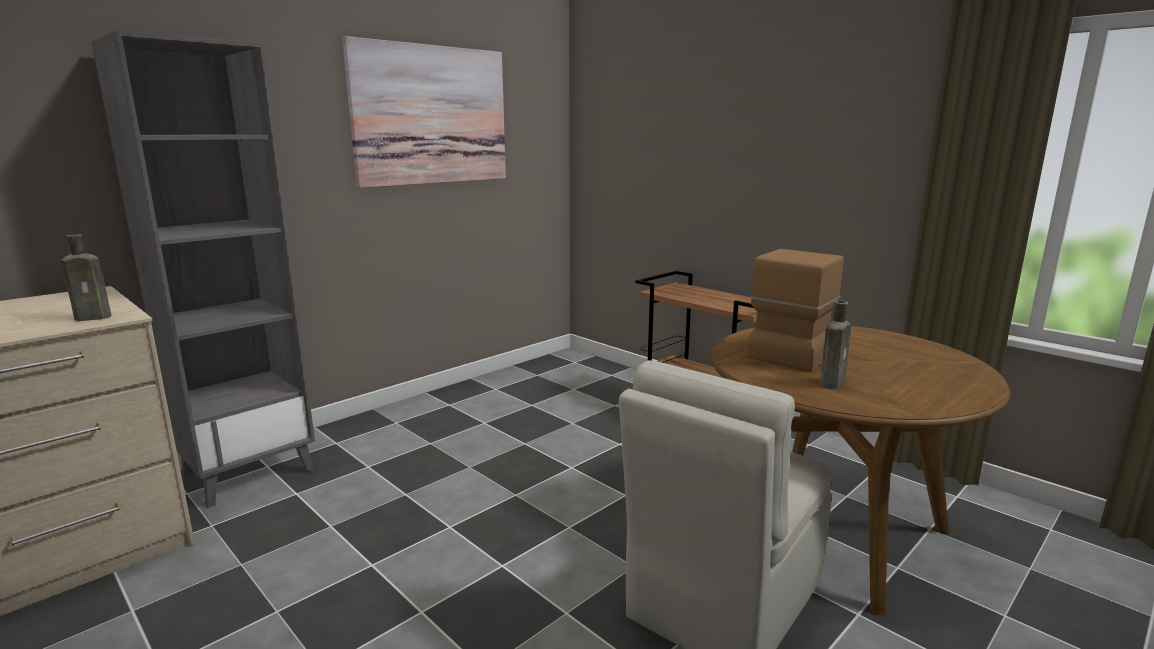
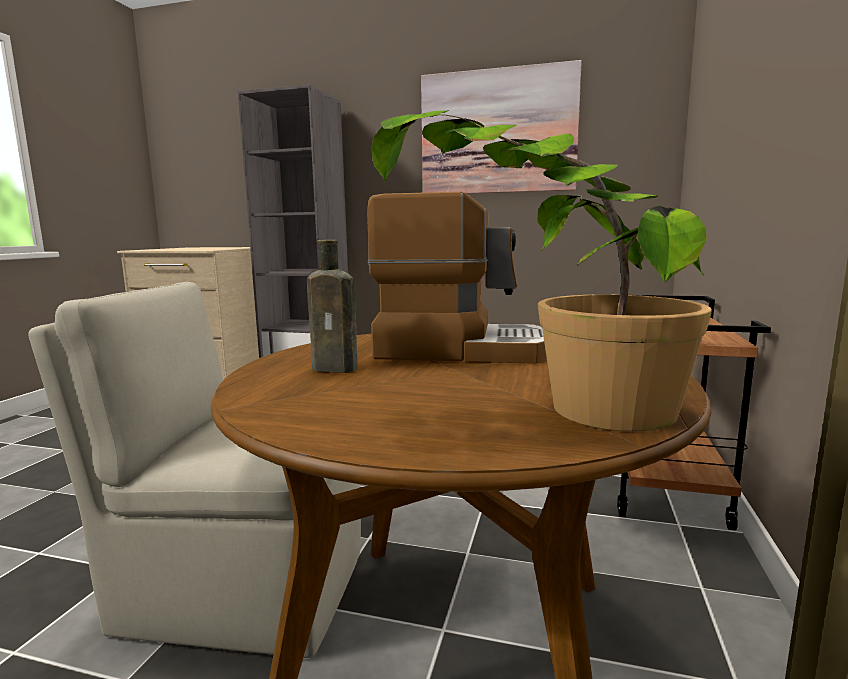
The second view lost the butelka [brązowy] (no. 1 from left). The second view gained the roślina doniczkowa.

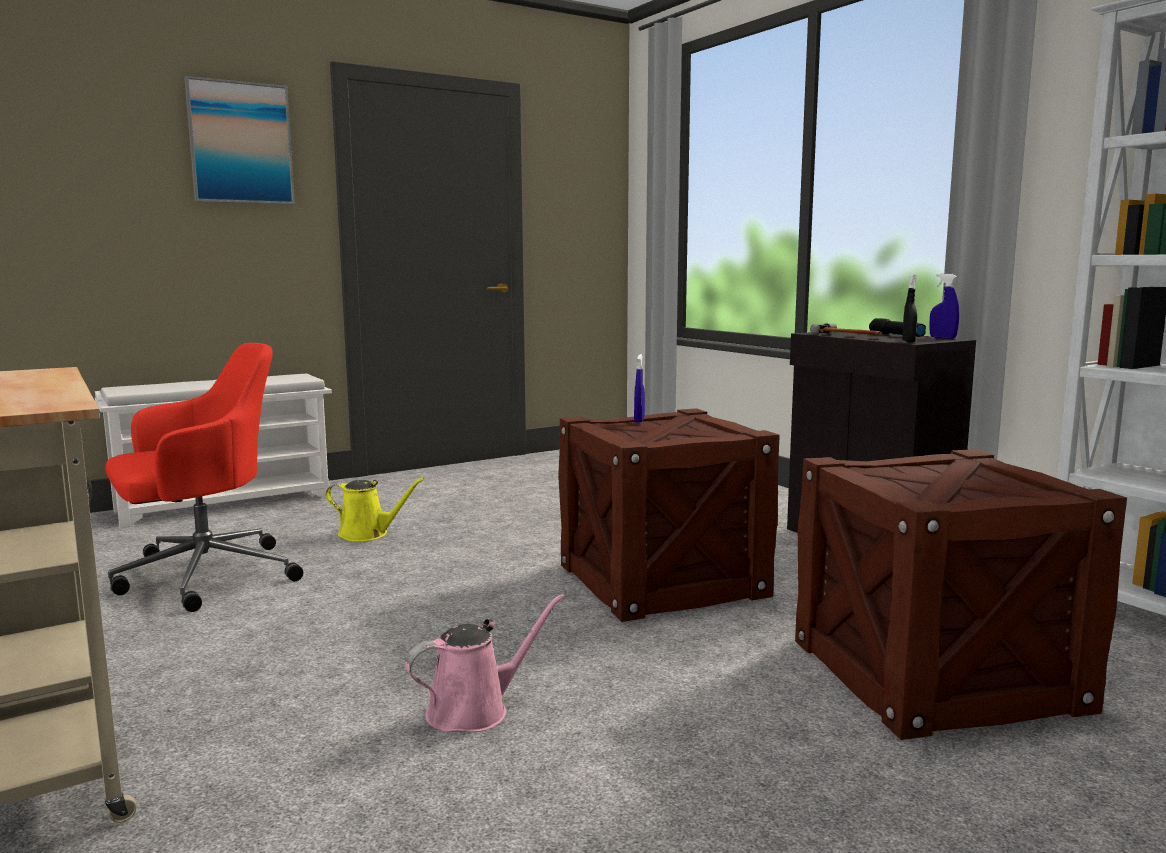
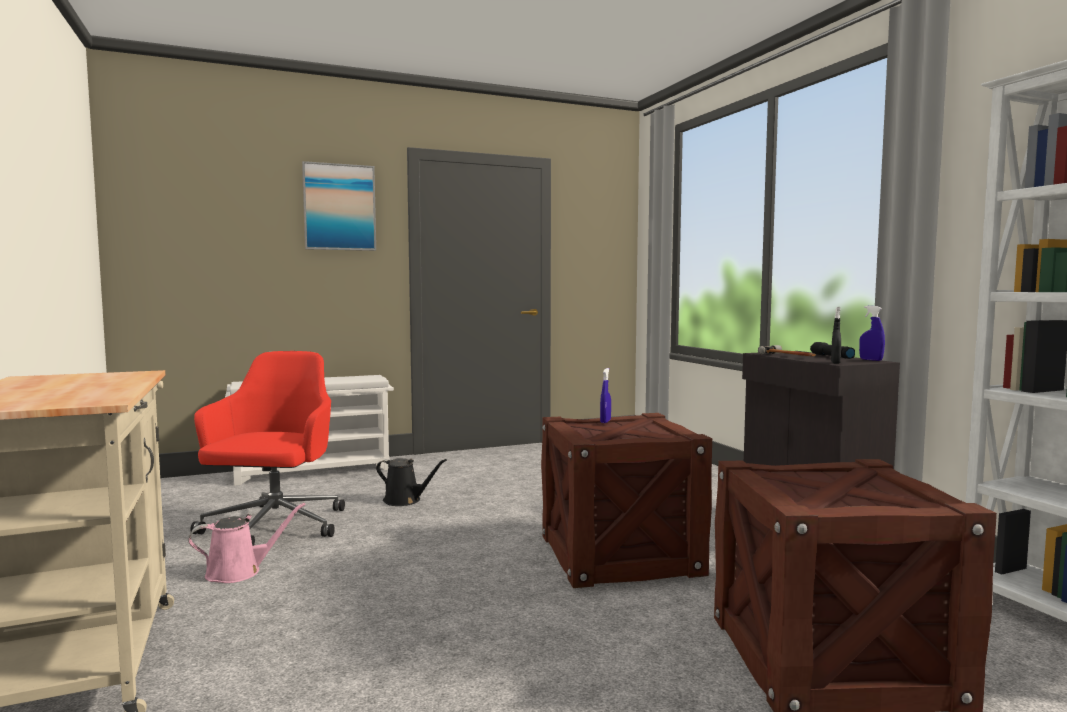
The krzesło biurowe [czerwony] ended up facing another way, 60 degrees counterclockwise from before. What was the konewka [żółty] turned into the konewka [czarny]. The konewka [różowy] ended up elsewhere.

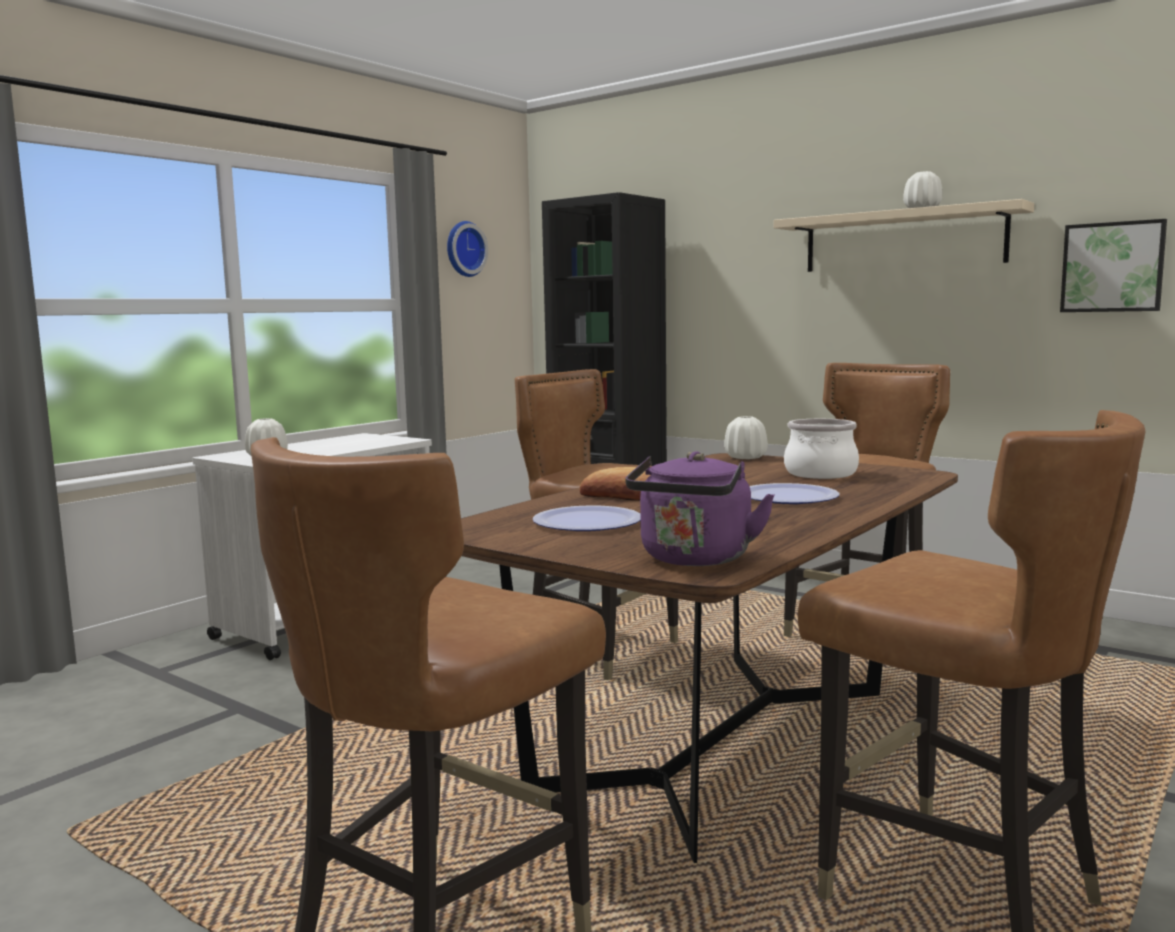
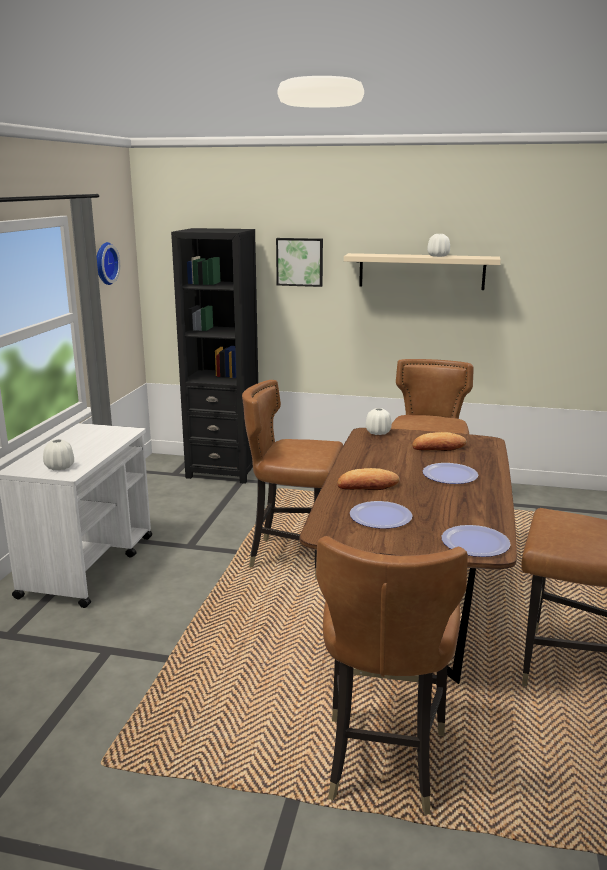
The obraz ended up elsewhere. Where the garnek stood, the chleb (no. 2 from left) came to stand. Where the czajnik [fioletowy] stood, the talerz (no. 3 from left) came to stand.

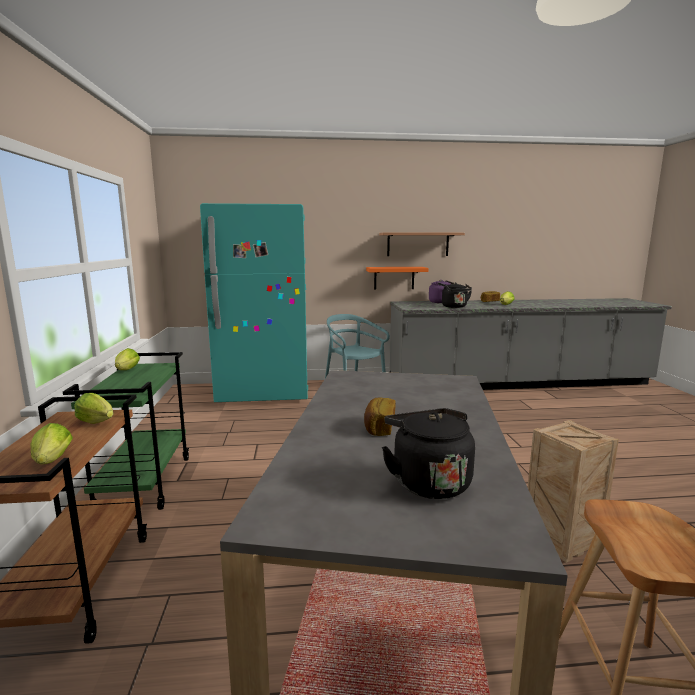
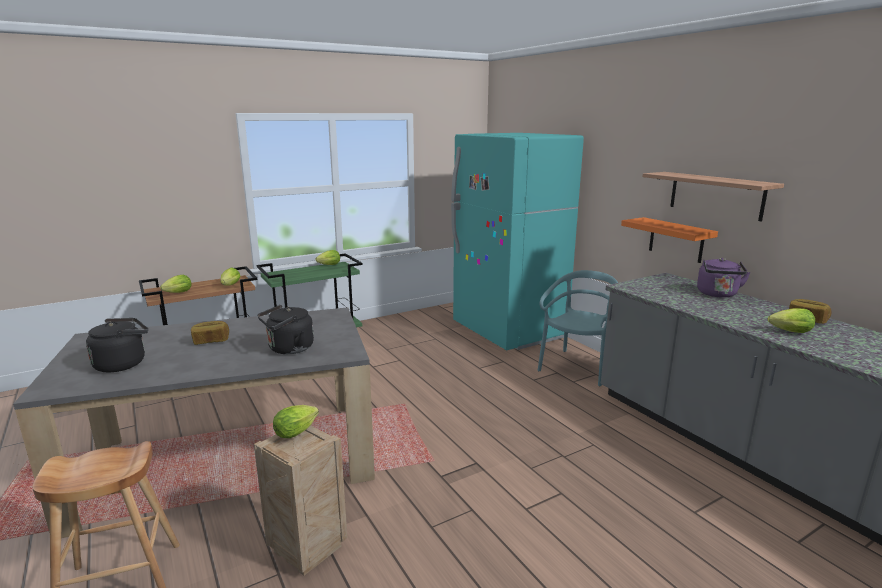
The czajnik [czarny] (no. 2 from left) ended up elsewhere. The second view gained the sałata (no. 3 from left).

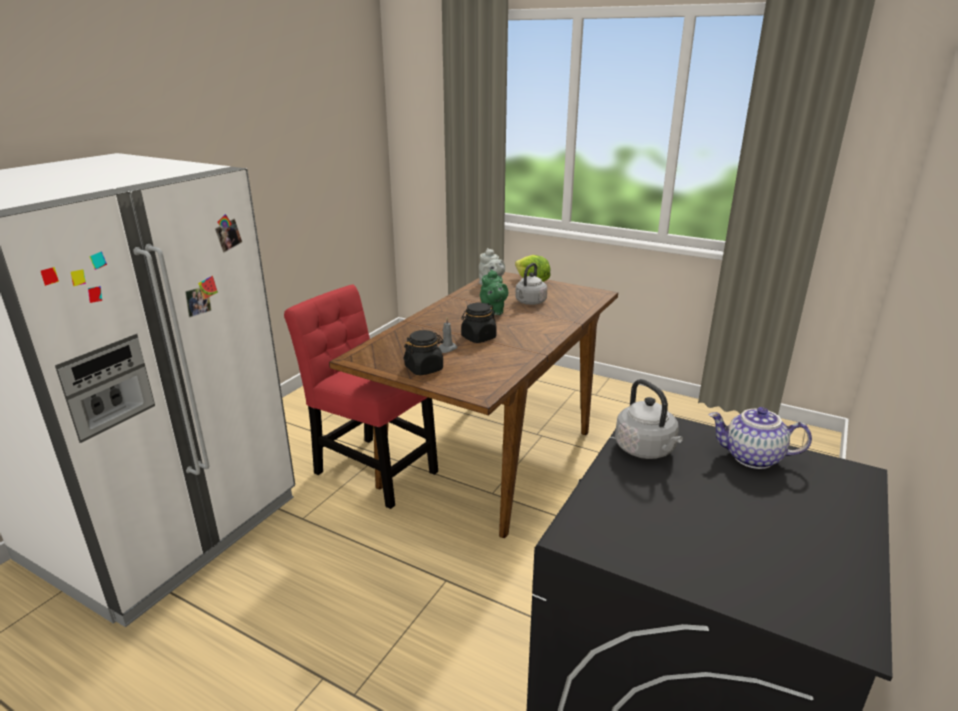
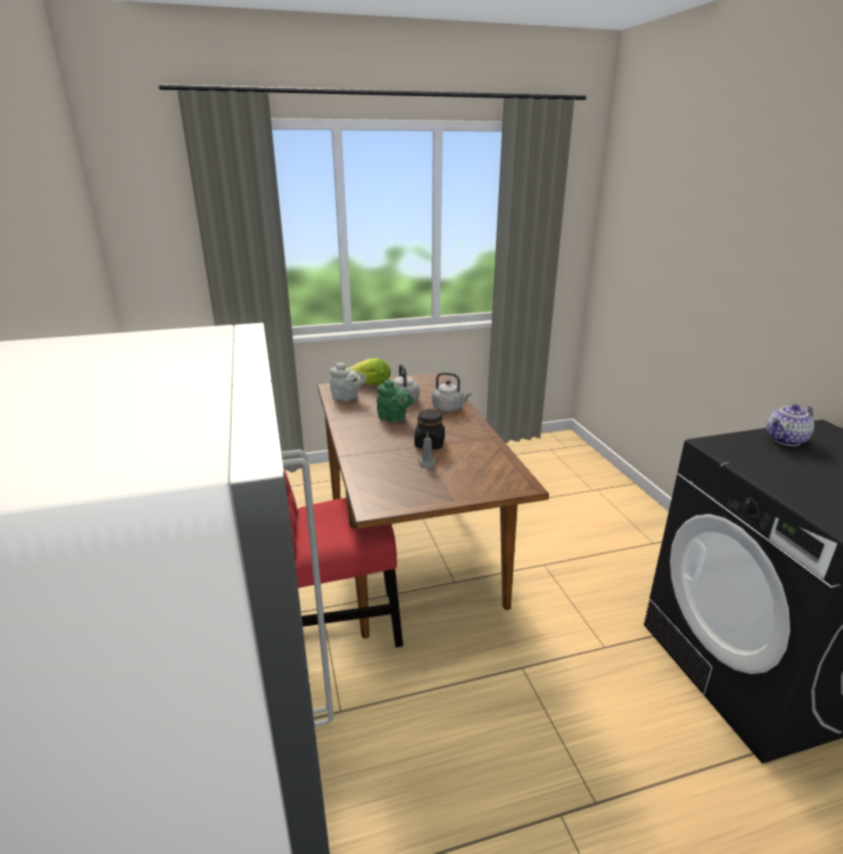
The second view lost the słoik [czarny] (no. 1 from left). The czajnik [szary] (no. 2 from left) ended up elsewhere.

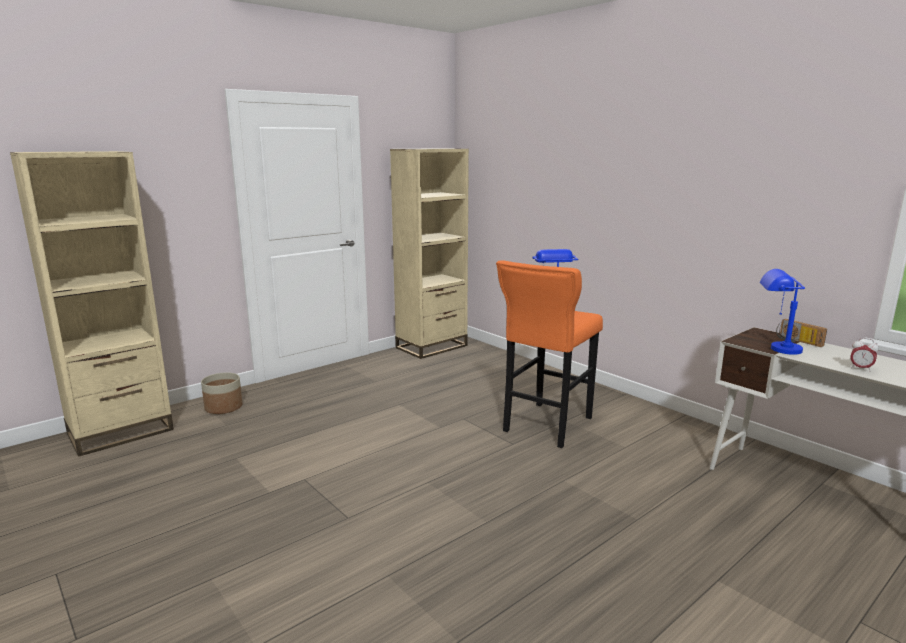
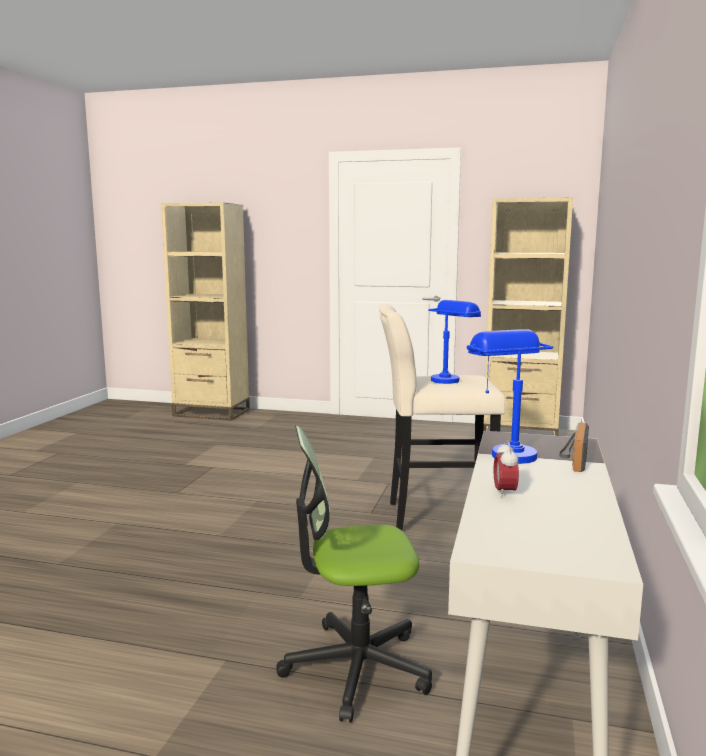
What was the stołek [pomarańczowy] turned into the stołek [beżowy]. The second view lost the donica. The second view gained the krzesło biurowe.

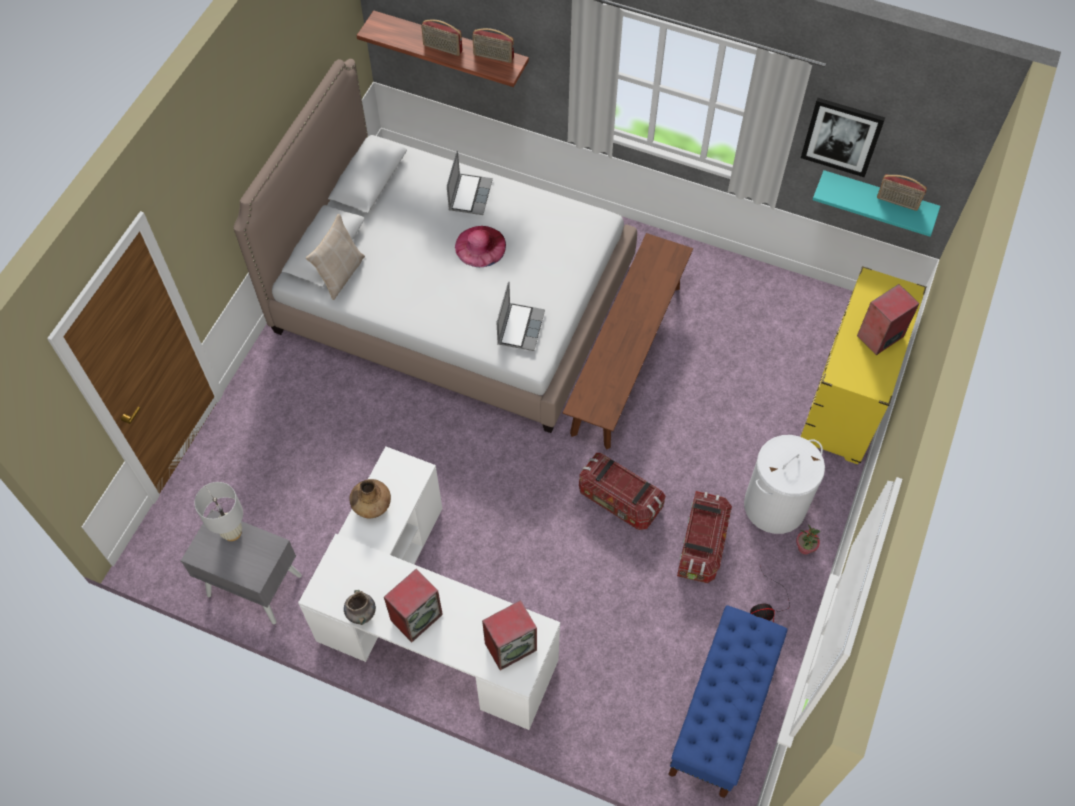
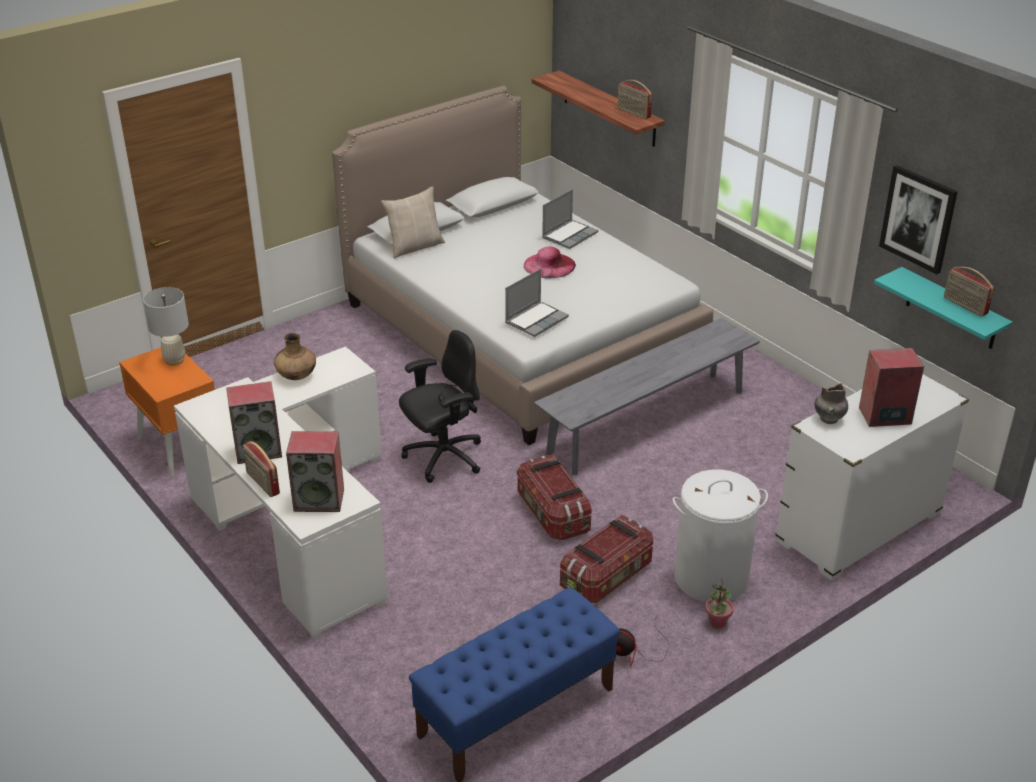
The radio (no. 1 from left) ended up elsewhere. What was the ławka [brązowy] turned into the ławka [szary]. What was the komoda [żółty] turned into the komoda [biały]. What was the szafka nocna [szary] turned into the szafka nocna [pomarańczowy]. The wazon [szary] ended up elsewhere. The second view gained the krzesło biurowe [czarny].

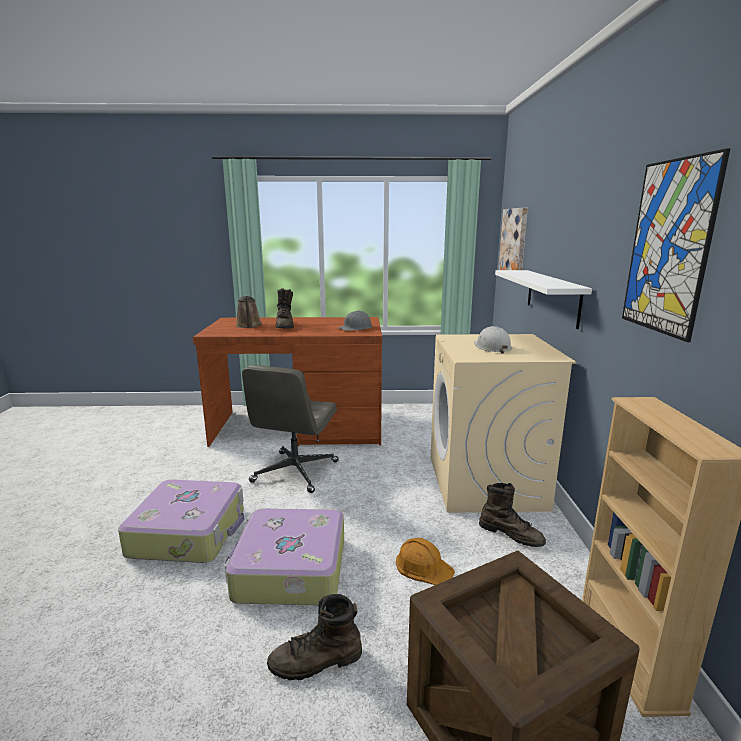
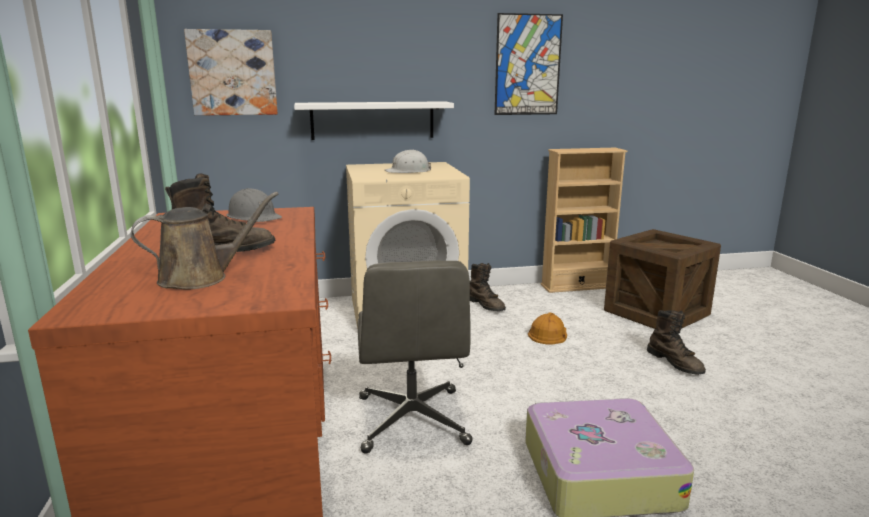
The krzesło biurowe [szary] ended up facing another way, 75 degrees clockwise from before. The but z cholewką [brązowy] (no. 3 from left in the first image) ended up facing another way, 120 degrees clockwise from before. The second view lost the walizka (no. 2 from left).

